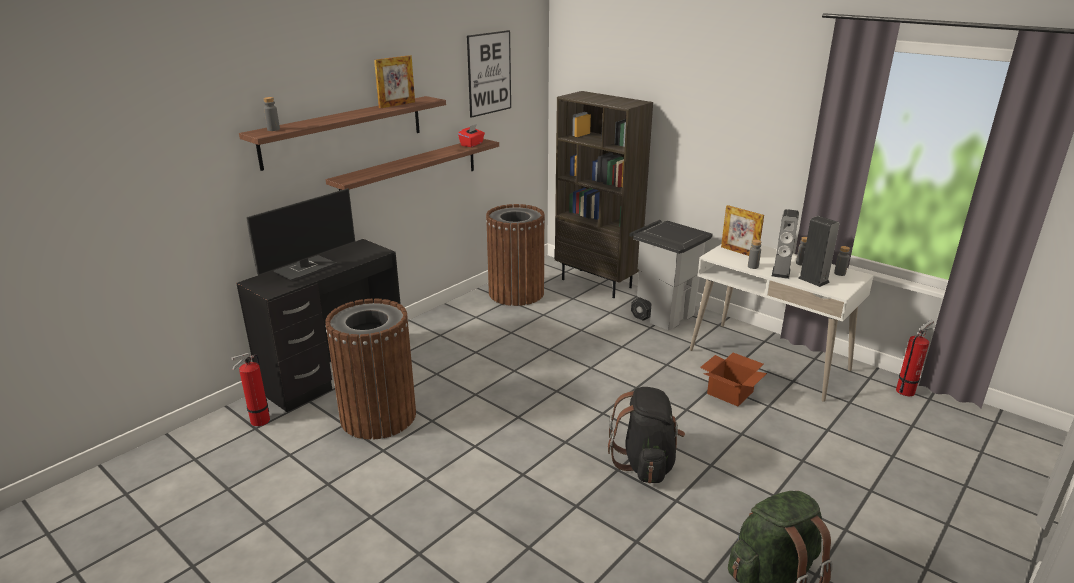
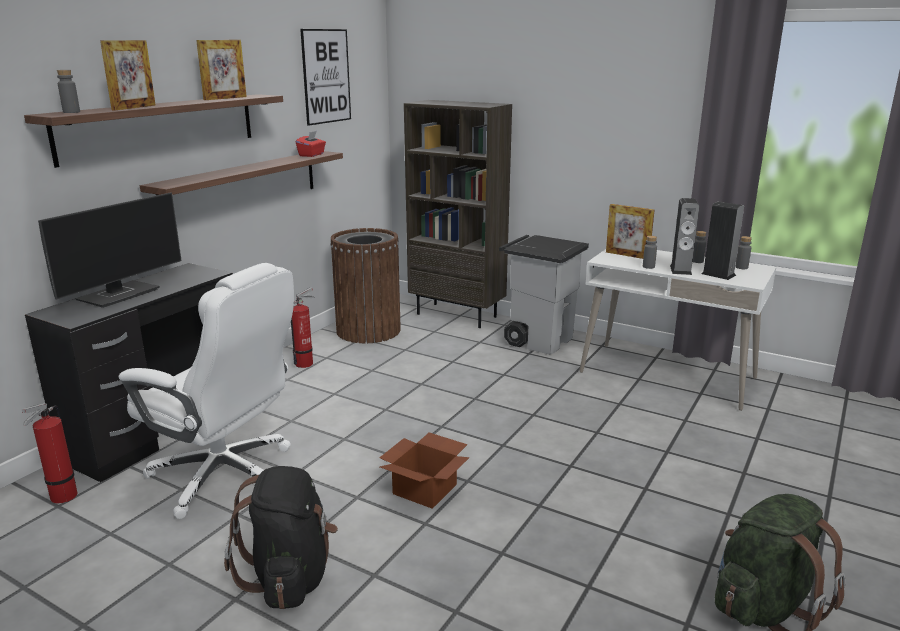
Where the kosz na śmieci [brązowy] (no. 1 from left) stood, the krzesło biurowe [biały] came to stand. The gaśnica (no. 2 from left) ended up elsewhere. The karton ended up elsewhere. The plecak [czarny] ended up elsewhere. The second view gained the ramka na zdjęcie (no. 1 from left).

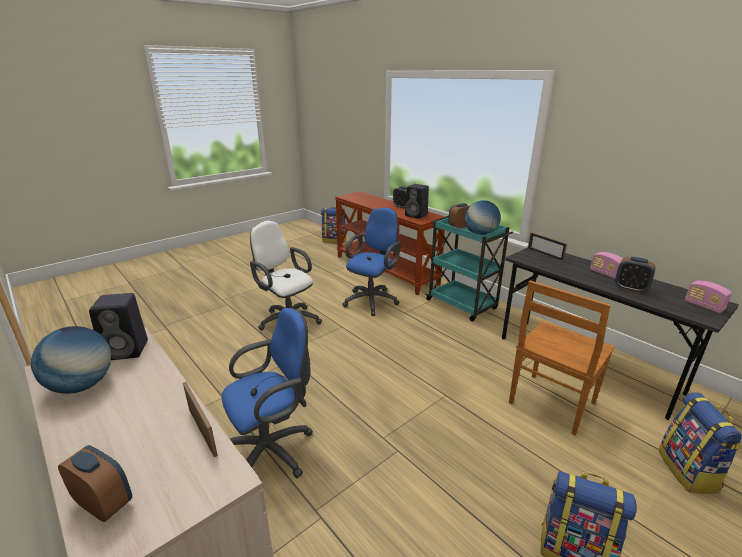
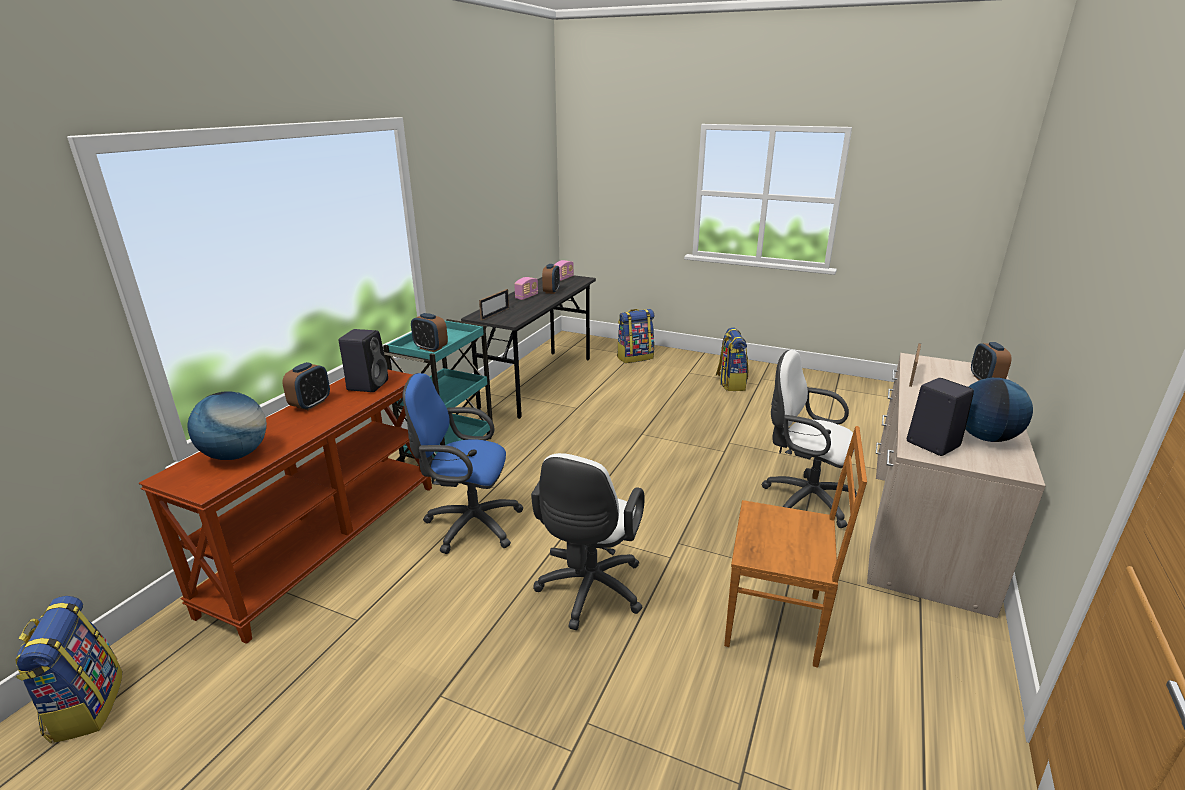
The globus (no. 2 from left in the first image) ended up elsewhere. The krzesło [brązowy] ended up elsewhere. What was the krzesło biurowe [niebieski] (no. 1 from left) turned into the krzesło biurowe [biały] (no. 2 from left).

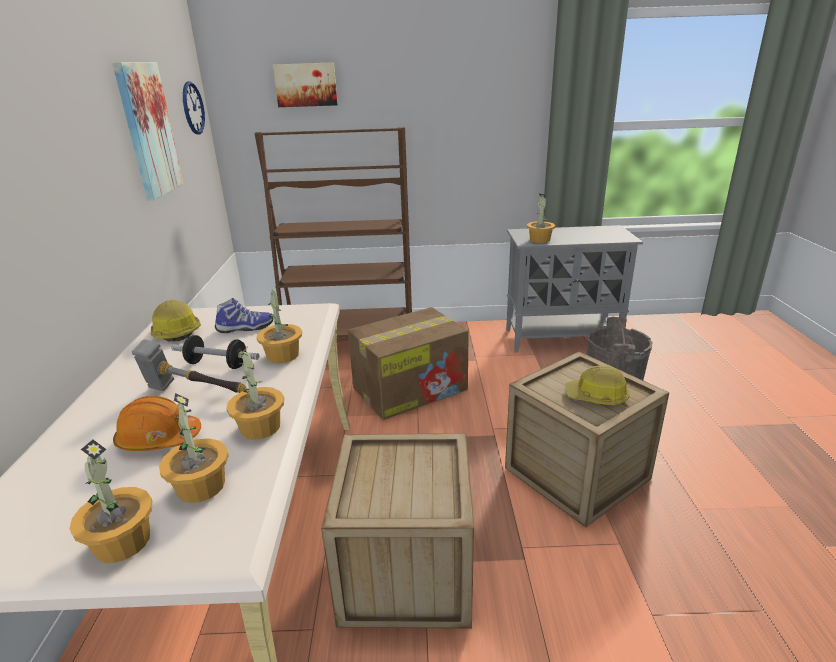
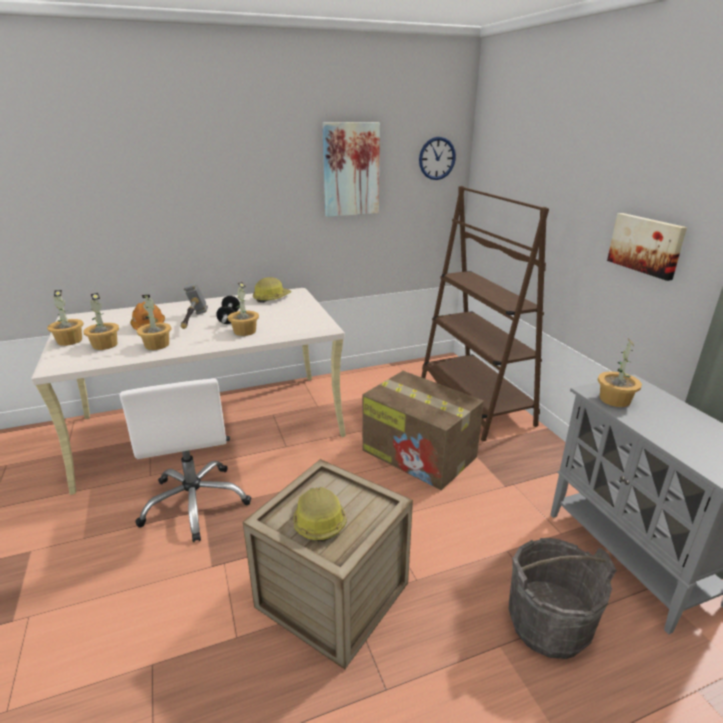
The obraz (no. 2 from left) ended up elsewhere. The second view lost the but. Where the skrzynka (no. 1 from left) stood, the krzesło biurowe [biały] came to stand.

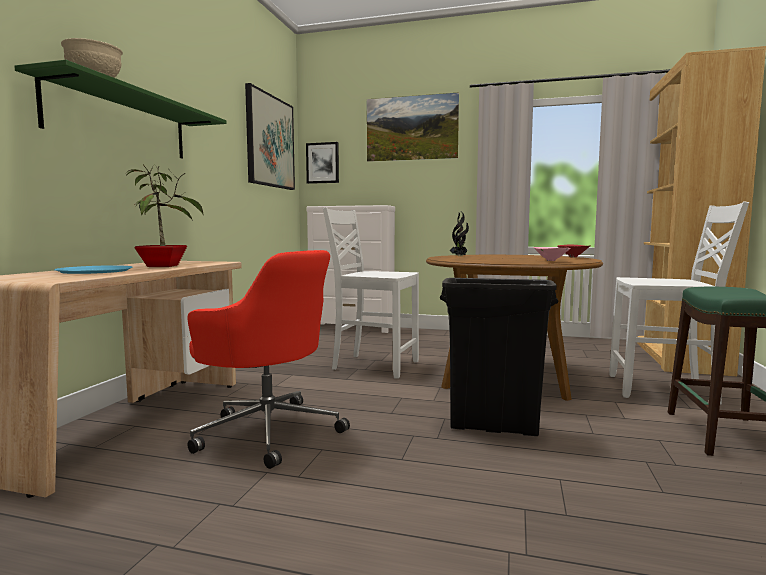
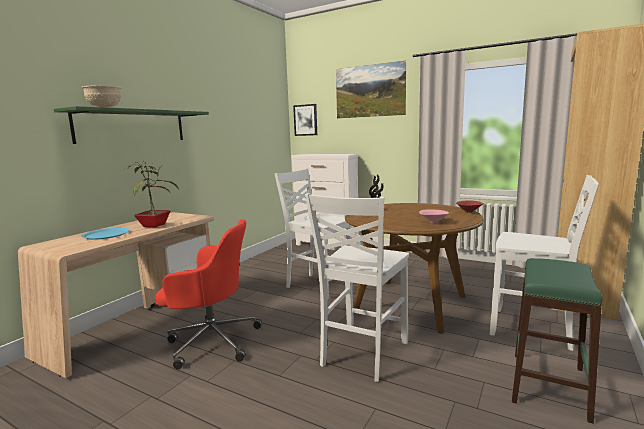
The second view lost the obraz (no. 1 from left). The krzesło biurowe [czerwony] ended up facing another way, 45 degrees counterclockwise from before. Where the kosz na śmieci [czarny] stood, the krzesło [biały] (no. 2 from left) came to stand.

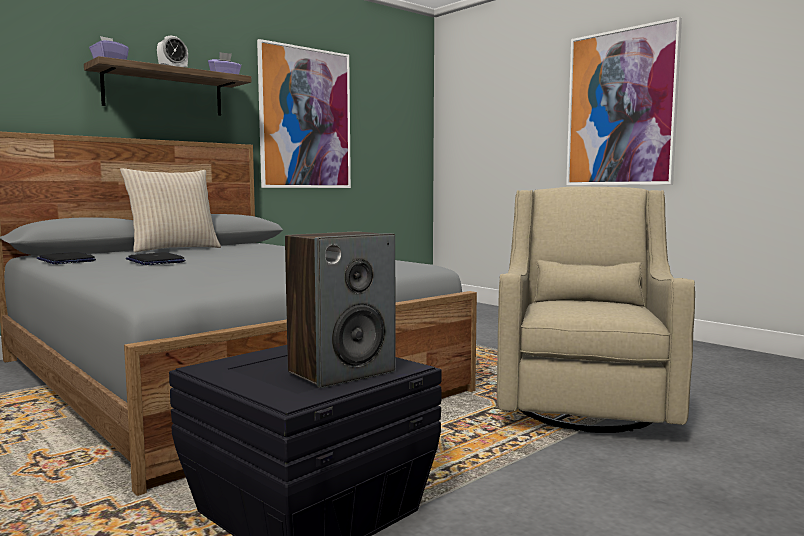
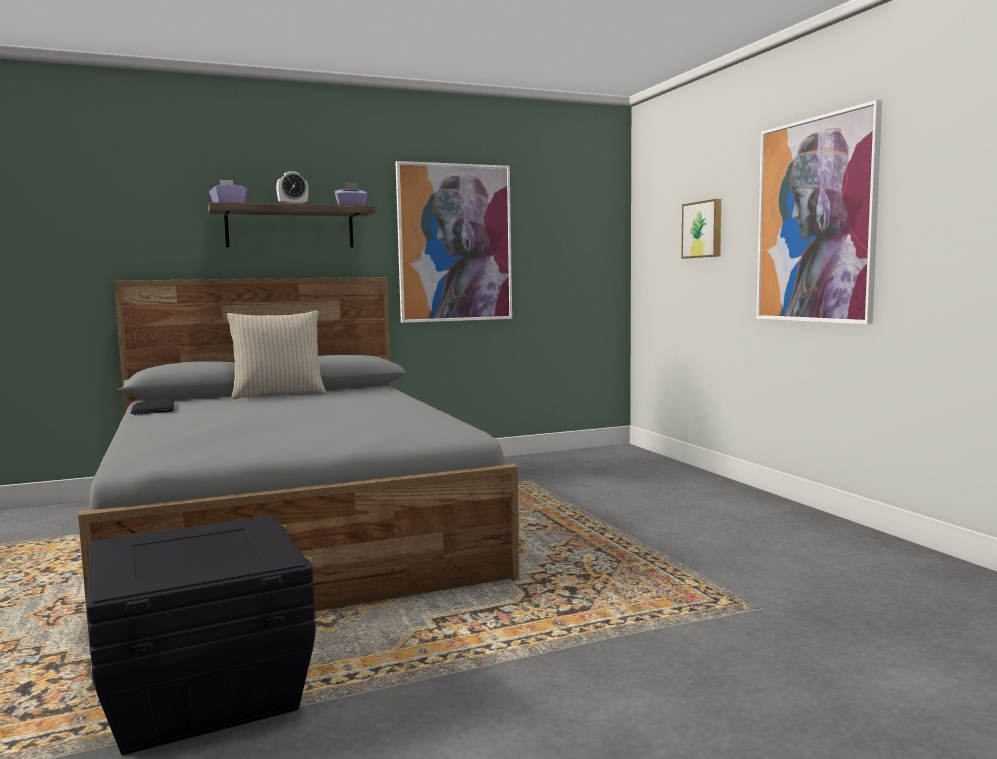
The second view lost the fotel [beżowy]. The second view lost the głośnik. The second view lost the laptop (no. 2 from left). The second view gained the obraz (no. 2 from left).

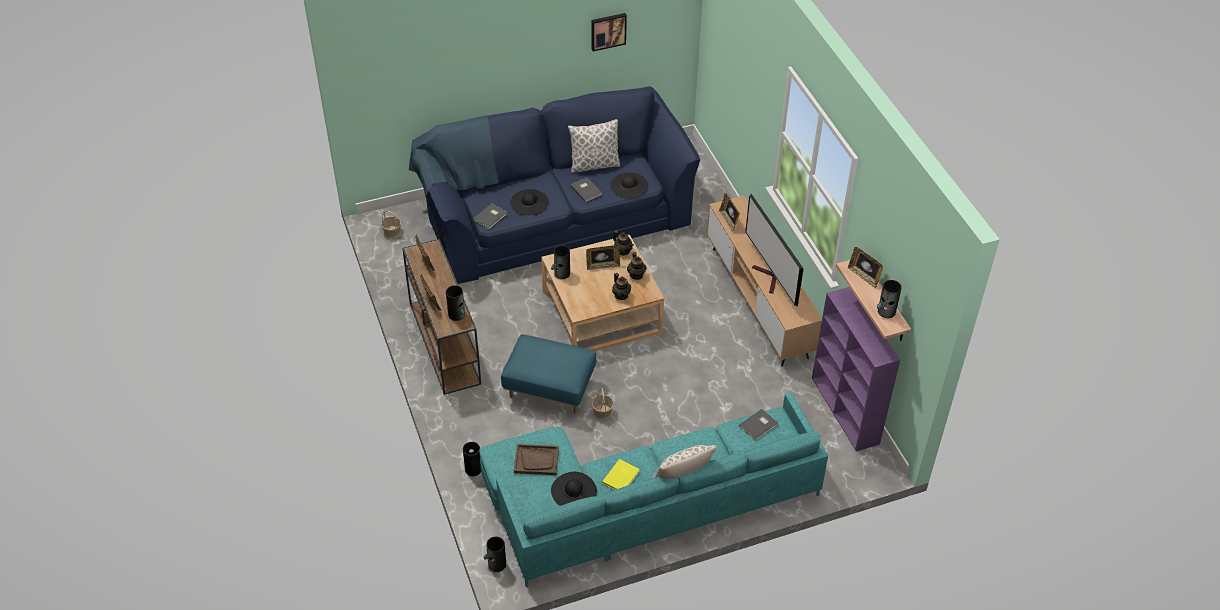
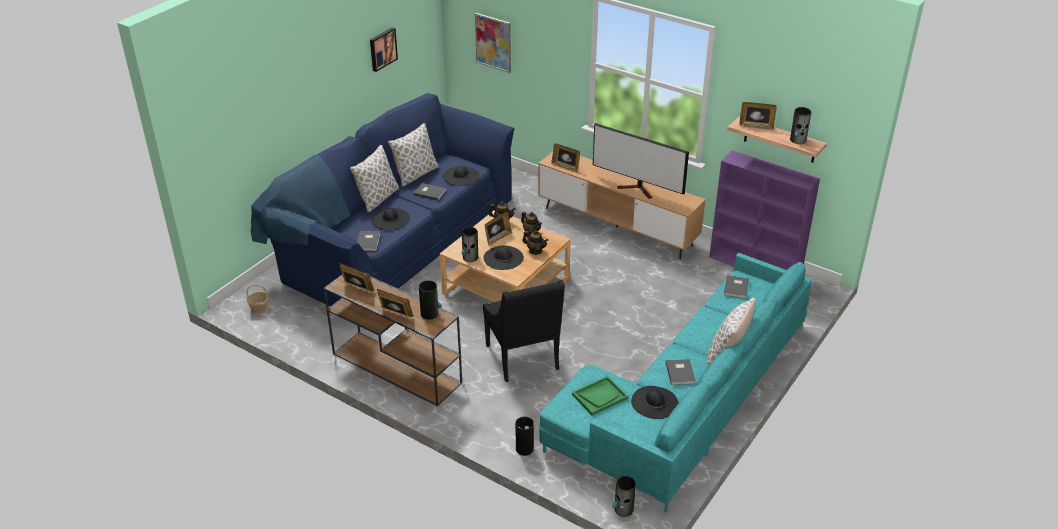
Where the pufa [niebieski] stood, the fotel [czarny] came to stand. The second view lost the koszyk (no. 2 from left). What was the taca [brązowy] turned into the taca [zielony]. What was the książka [żółty] turned into the książka [szary] (no. 3 from left). The second view gained the obraz (no. 2 from left). The second view gained the poduszka (no. 1 from left). The second view gained the kapelusz [czarny] (no. 3 from left).

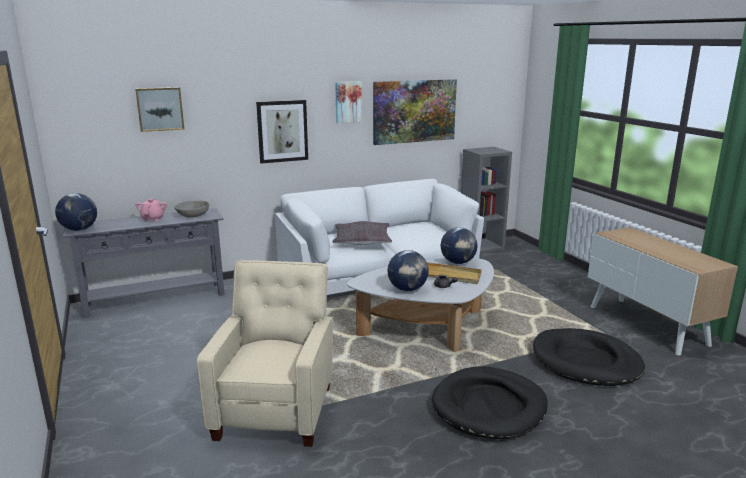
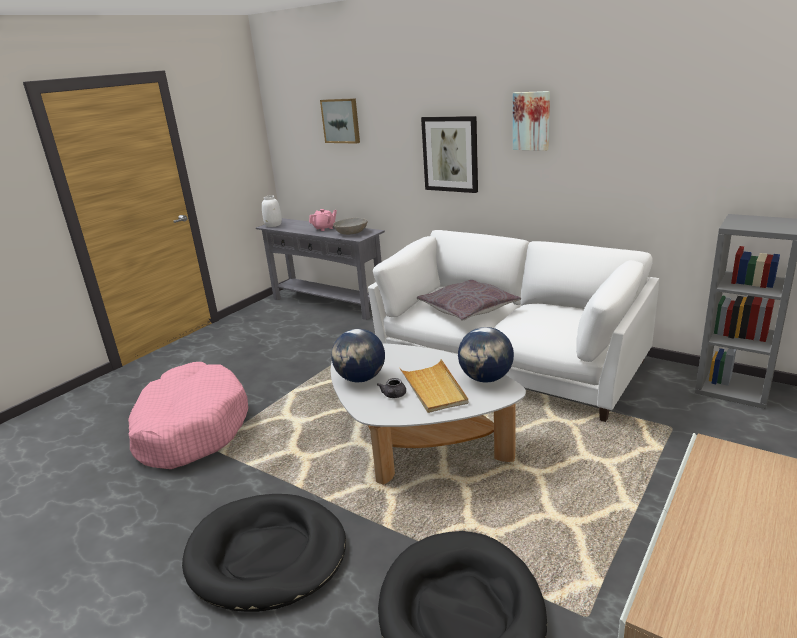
The second view lost the obraz (no. 4 from left). Where the globus (no. 1 from left) stood, the wazon [biały] came to stand. Where the fotel [beżowy] stood, the legowisko [różowy] came to stand.

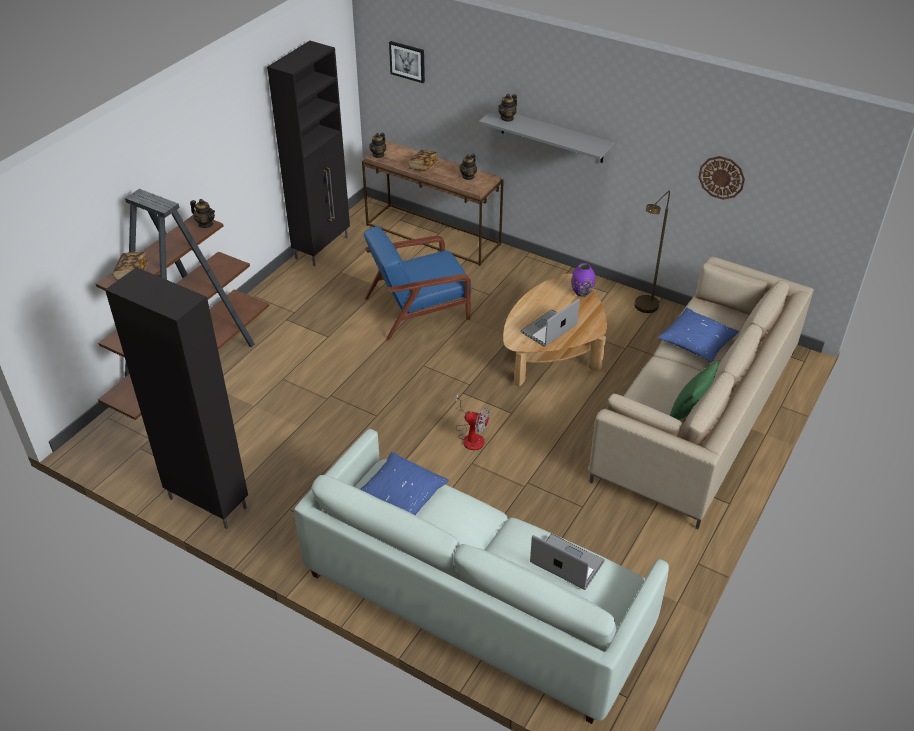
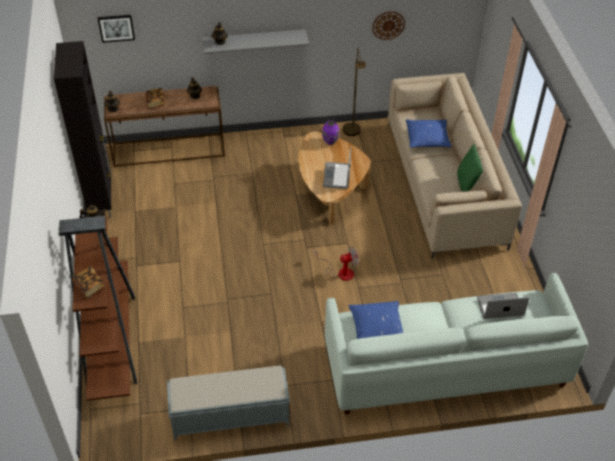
The second view lost the fotel [niebieski]. Where the szafka [czarny] (no. 1 from left) stood, the ławka [szary] came to stand.

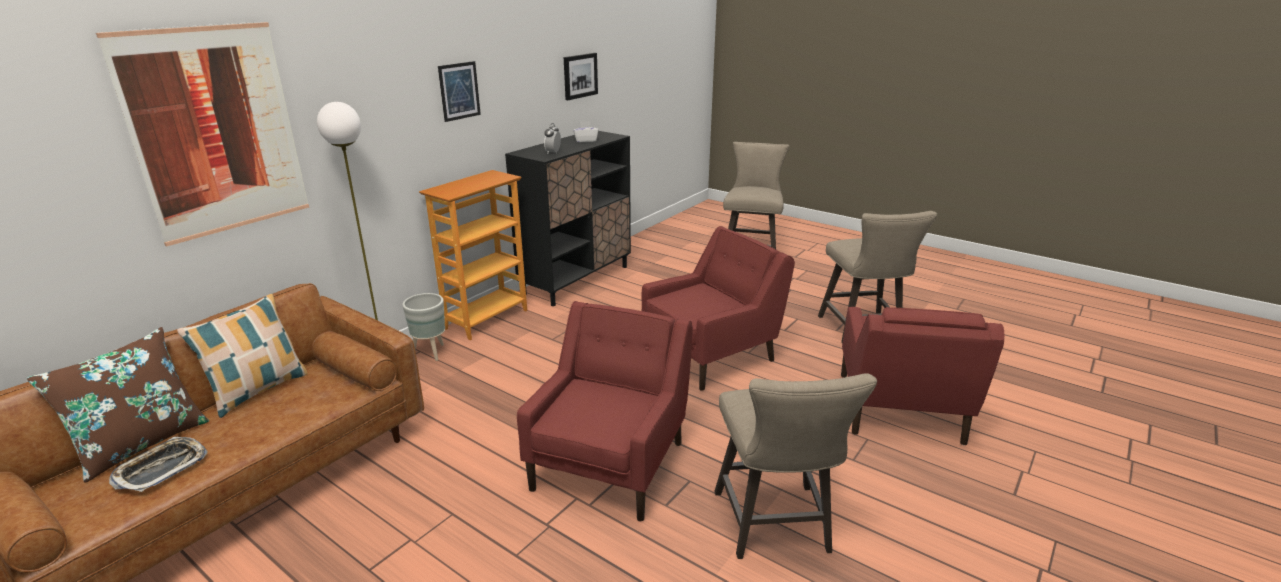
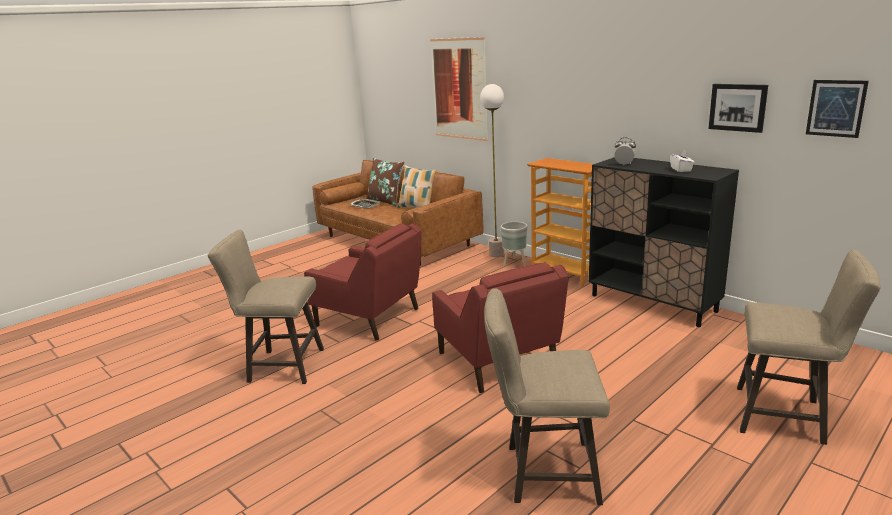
The obraz (no. 2 from left in the first image) ended up elsewhere. The second view lost the fotel [czerwony] (no. 3 from left).

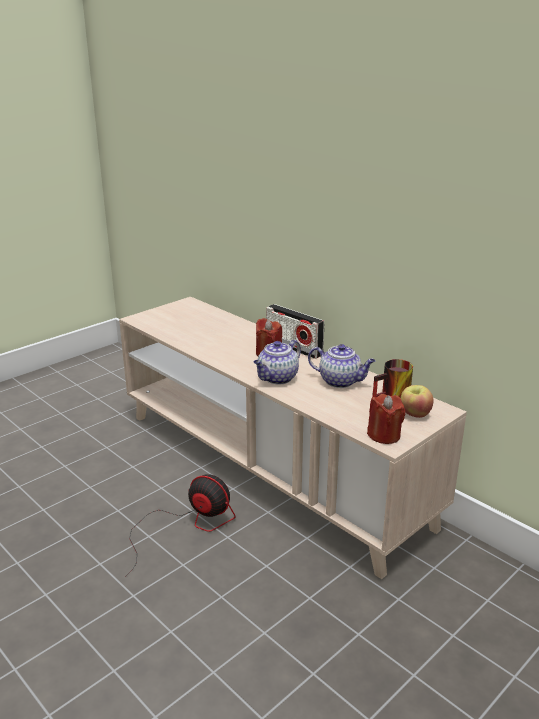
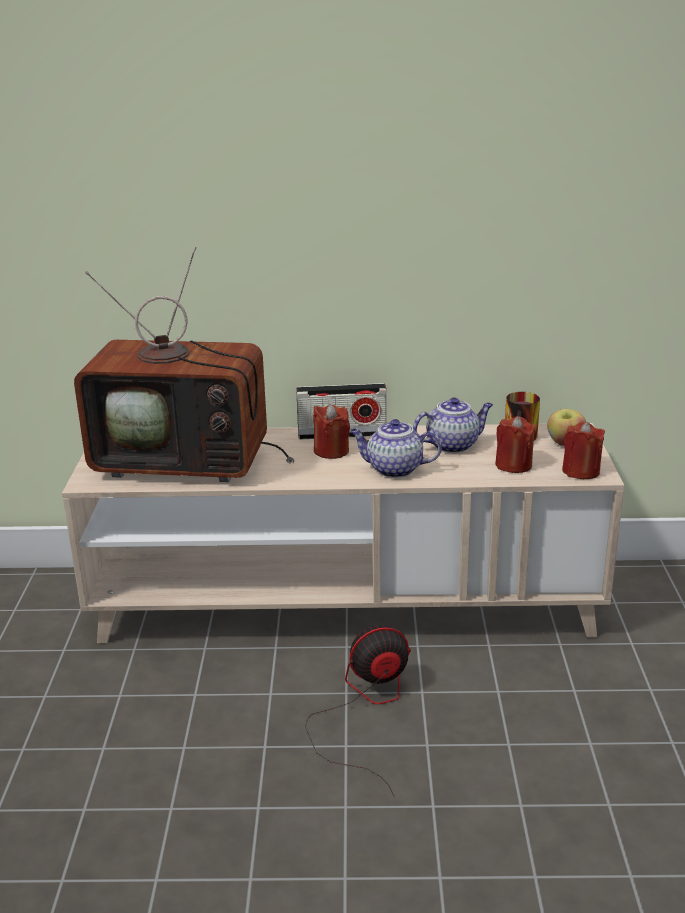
The imbryk (no. 1 from left) ended up facing another way, 105 degrees clockwise from before. The second view gained the telewizor. The second view gained the świeca [czerwony] (no. 2 from left).

